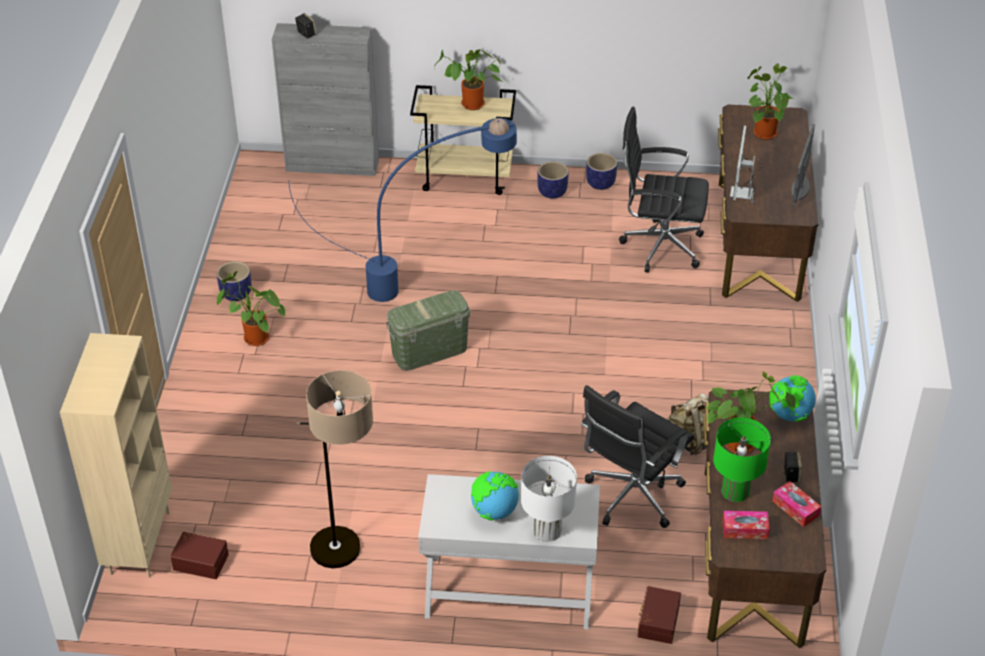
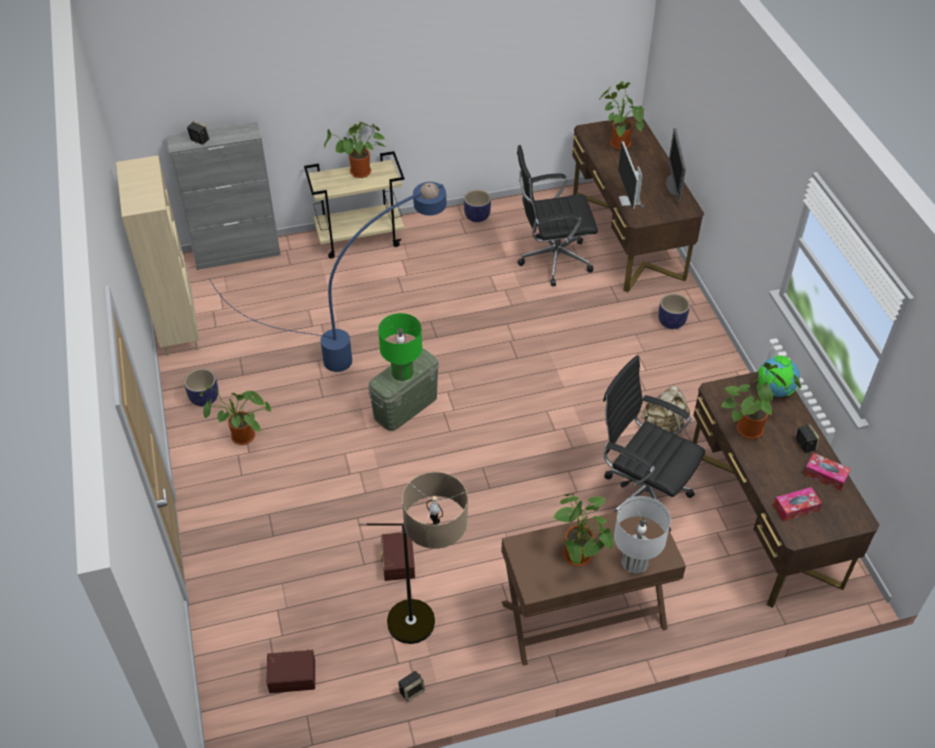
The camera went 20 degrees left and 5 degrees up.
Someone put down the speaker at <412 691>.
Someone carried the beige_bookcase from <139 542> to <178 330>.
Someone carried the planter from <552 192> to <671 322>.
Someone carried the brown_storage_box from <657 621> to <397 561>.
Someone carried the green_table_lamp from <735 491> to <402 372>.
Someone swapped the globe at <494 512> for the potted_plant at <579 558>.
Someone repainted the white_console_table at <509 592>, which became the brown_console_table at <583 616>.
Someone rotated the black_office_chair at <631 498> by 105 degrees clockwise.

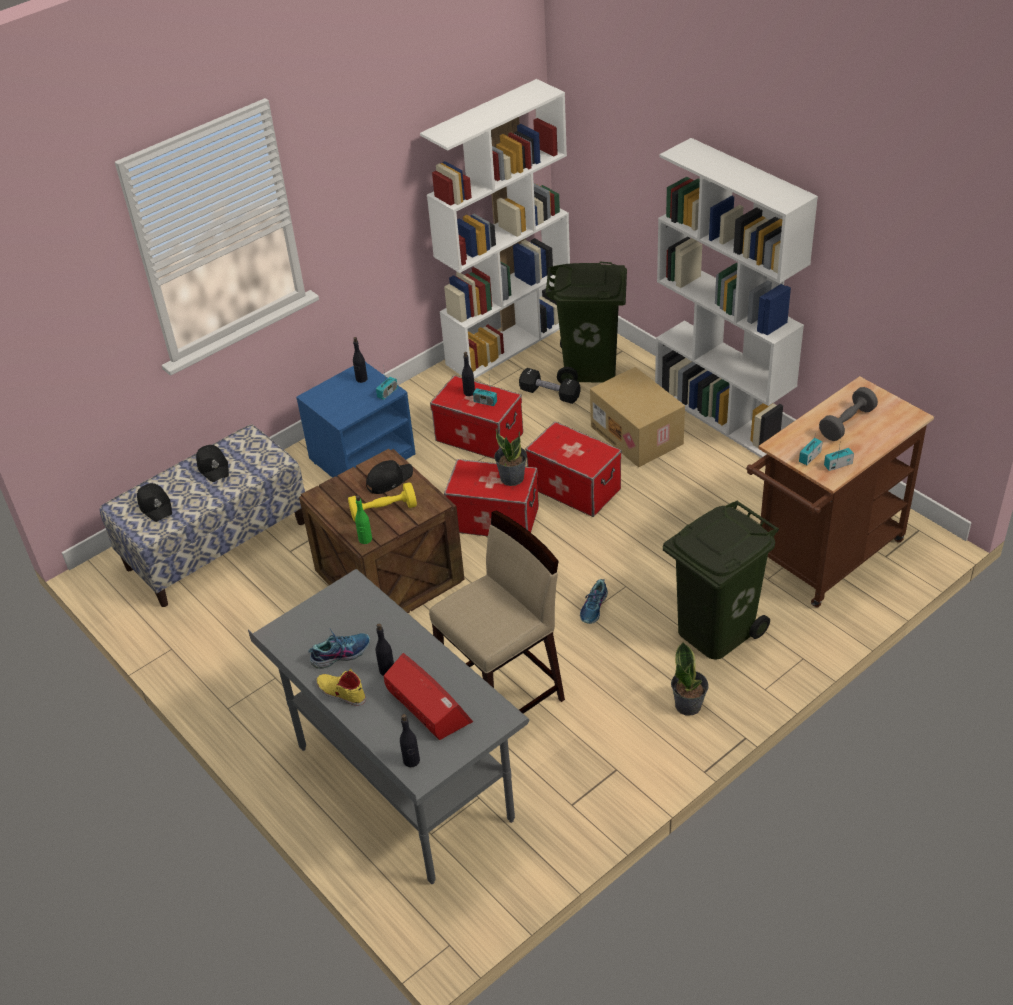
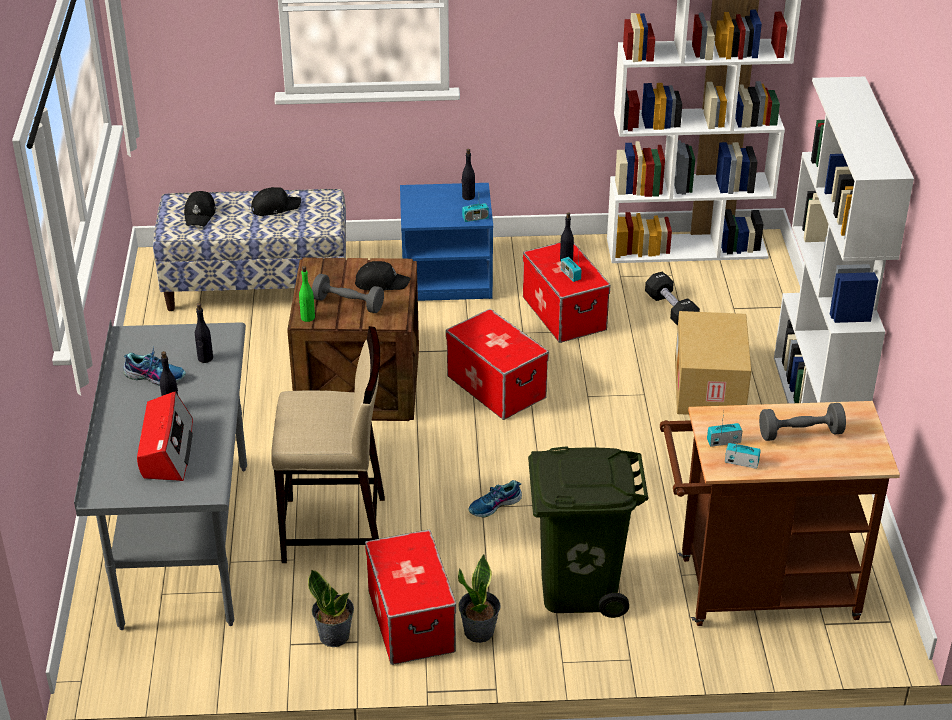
The camera went 35 degrees right and 5 degrees down.
Someone took away the yellow_shoe at <340 692>.
Someone took away the green_trash_can at <590 368>.
Someone carried the black_bottle from <411 761> to <205 358>.
Someone carried the potted_plant from <512 477> to <334 635>.
Someone carried the storage_box from <575 488> to <412 620>.
Someone repainted the yellow_dumbbell at <383 511>, which became the grey_dumbbell at <348 304>.
Someone rotated the black_cap at <213 467> by 120 degrees counterclockwise.

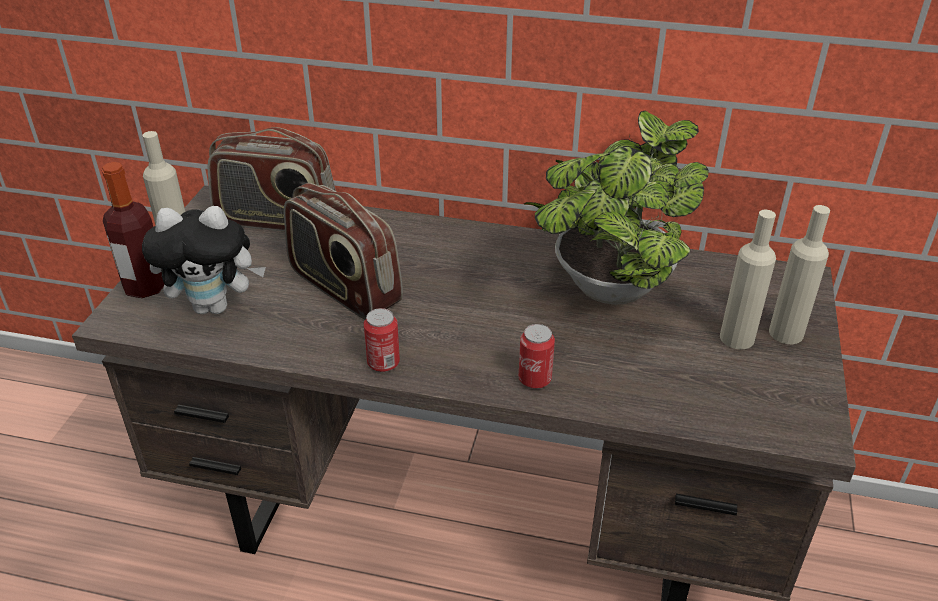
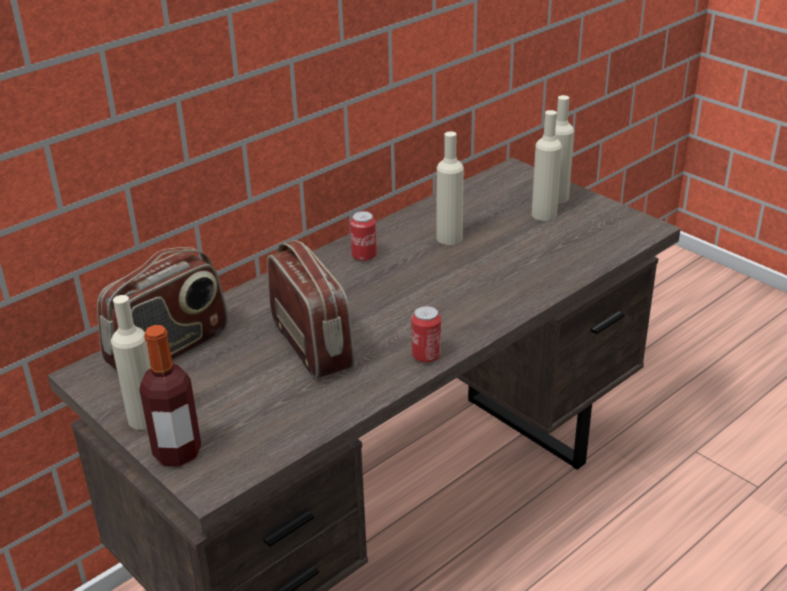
The camera went 55 degrees left and 5 degrees down.
Someone took away the plush_toy at <215 306>.
Someone carried the can from <535 379> to <364 256>.
Someone swapped the potted_plant at <607 292> for the beige_bottle at <449 238>.
Someone rotated the radio at <344 288> by 105 degrees counterclockwise.

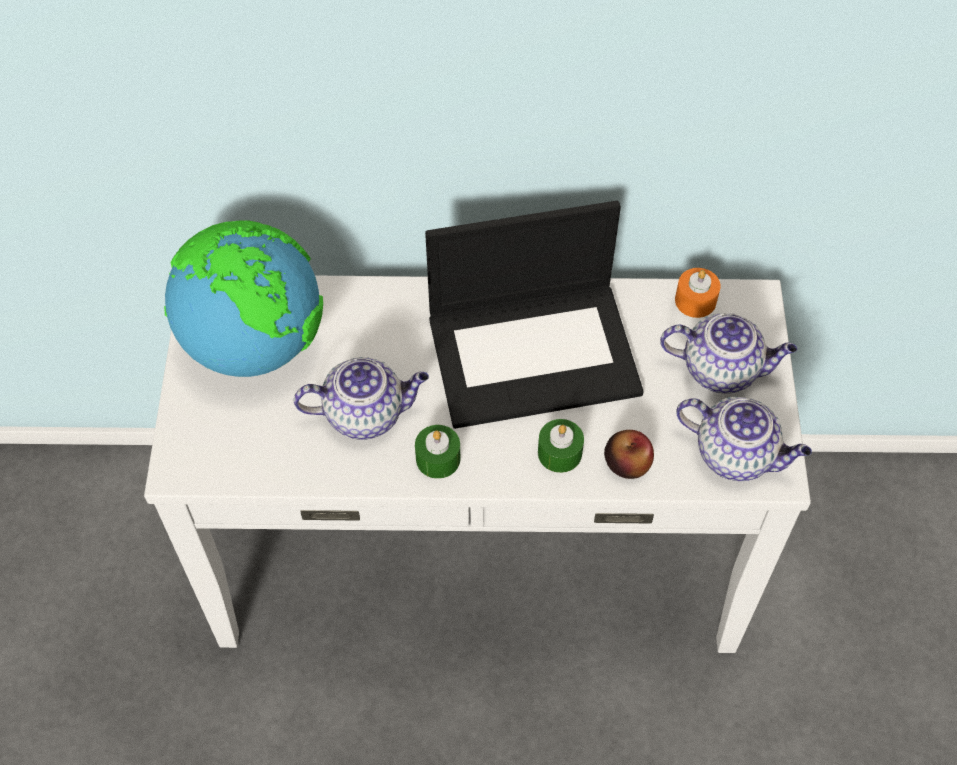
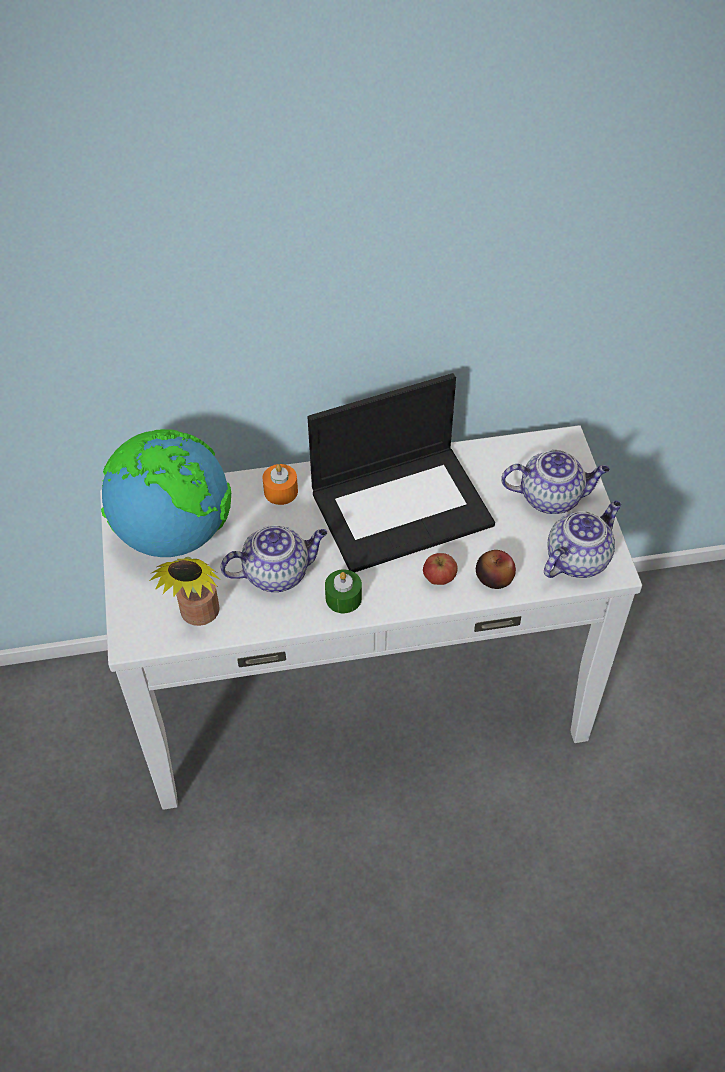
The camera went 10 degrees left and 5 degrees down.
Someone put down the potted_plant at <199 616>.
Someone carried the orange_candle from <695 300> to <281 491>.
Someone swapped the green_candle at <559 453> for the apple at <439 578>.
Someone rotated the teapot at <736 454> by 60 degrees counterclockwise.

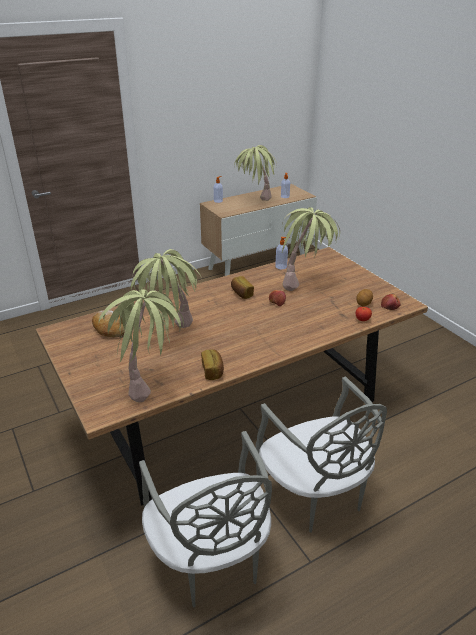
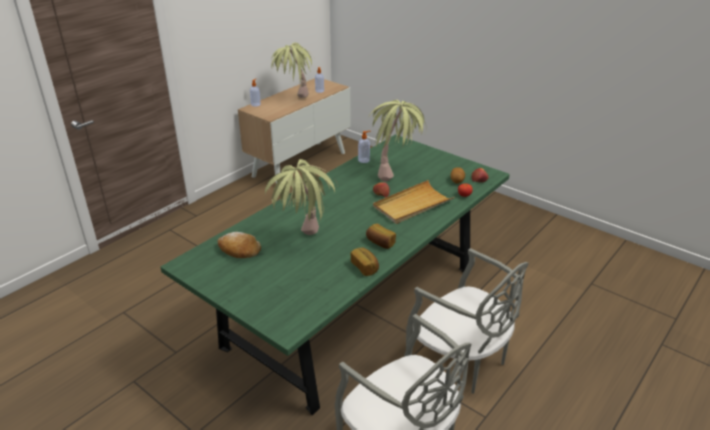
The camera went 20 degrees left and 0 degrees up.
Someone took away the potted_plant at <149 382>.
Someone put down the beige_tray at <412 205>.
Someone carried the bread from <241 293> to <380 243>.
Someone repainted the brown_dining_table at <238 409>, which became the green_dining_table at <355 305>.

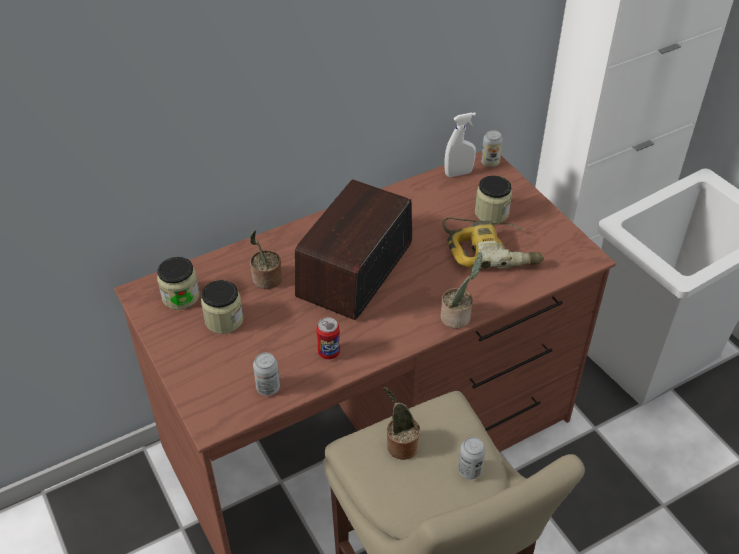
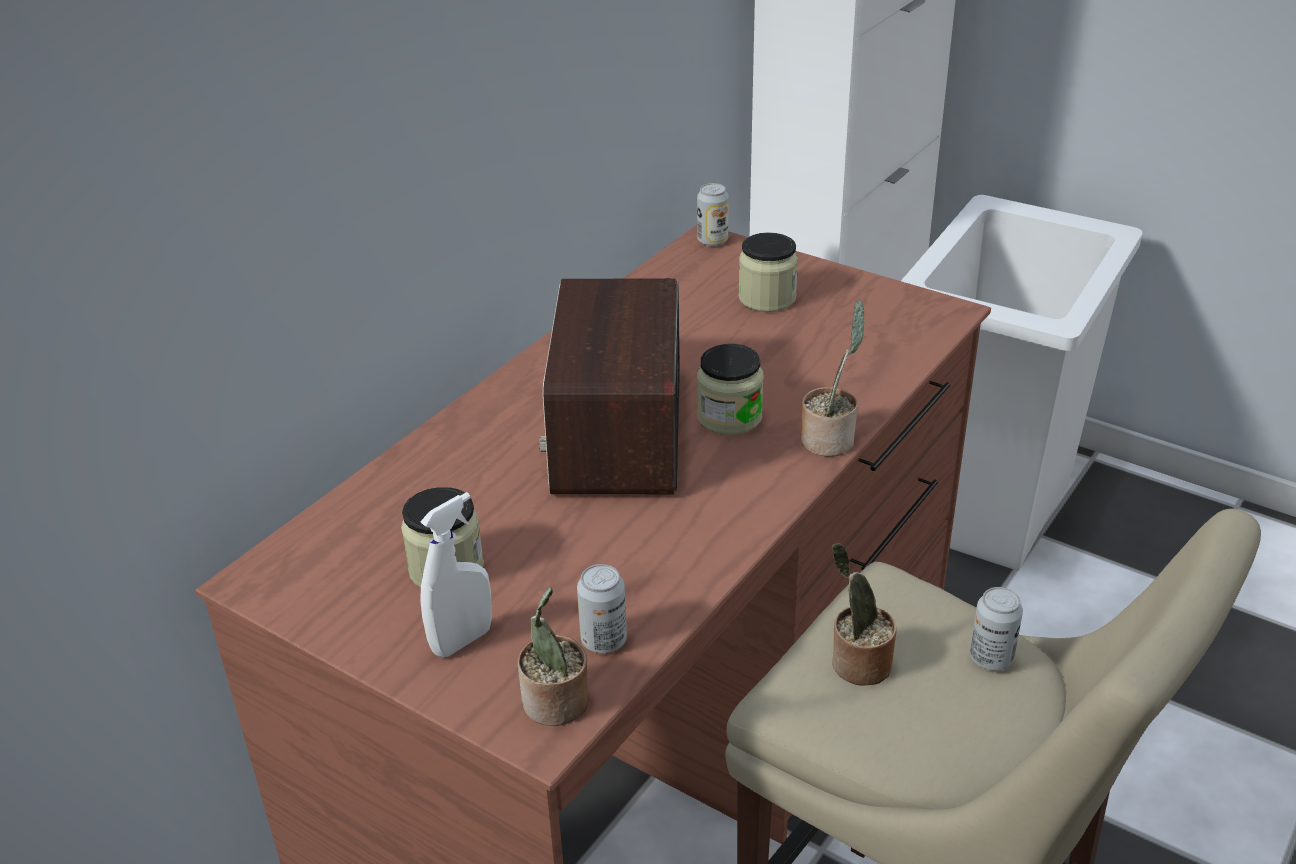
The camera went 25 degrees left and 10 degrees down.
Someone took away the can at <329 352>.
Someone took away the power_drill at <491 250>.
Someone carried the jar from <180 296> to <729 417>.
Someone carried the potted_plant from <266 280> to <556 705>.
Someone carried the white_spray_bottle from <458 173> to <462 641>.

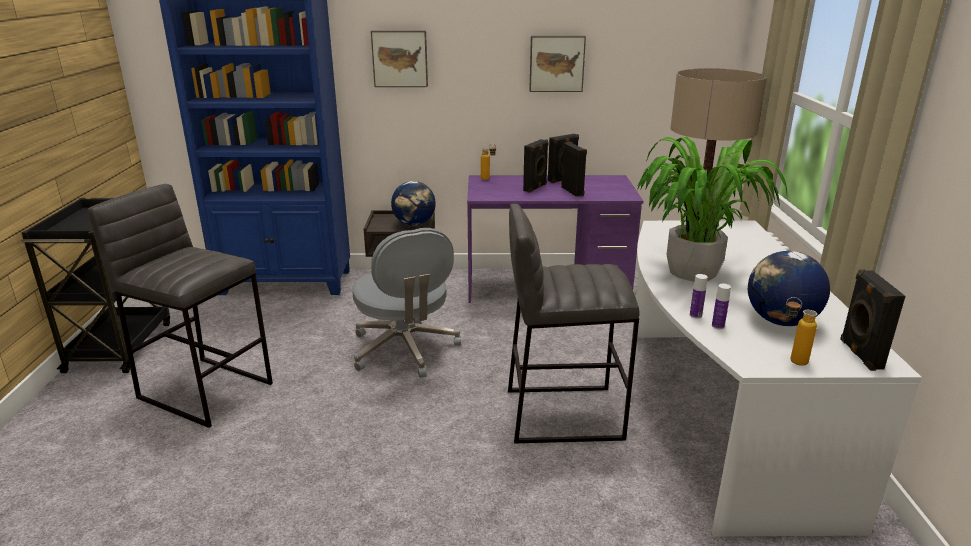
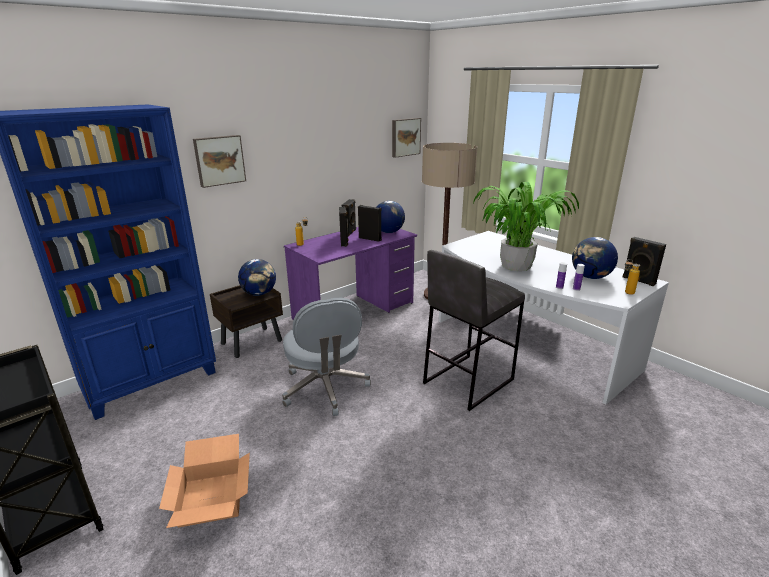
The camera went 40 degrees left and 0 degrees up.
Someone put down the globe at <388 232>.
Someone carried the picture from <556 63> to <405 137>.
Someone swapped the grey_stool at <206 389> for the cardboard_box at <210 497>.
Someone rotated the grey_office_chair at <405 350> by 45 degrees clockwise.

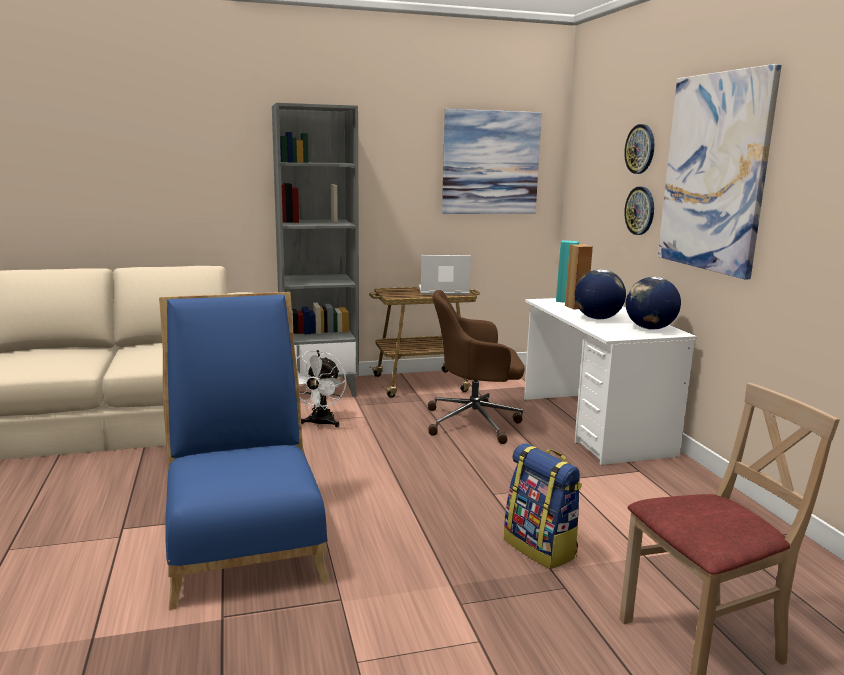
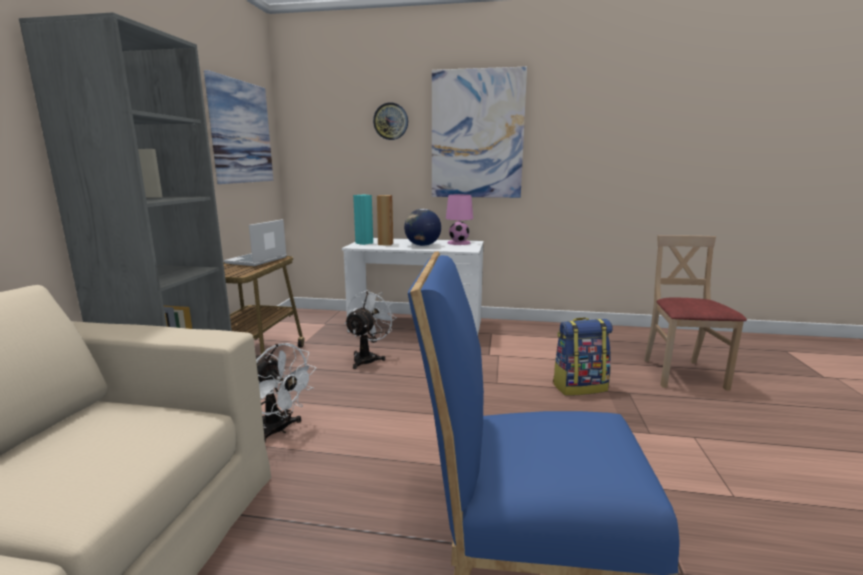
The camera went 65 degrees left and 0 degrees up.
Someone took away the wall_clock at <640 210>.
Someone swapped the brown_office_chair at <475 422> for the white_fan at <368 358>.
Someone swapped the globe at <649 328> for the pink_table_lamp at <459 243>.

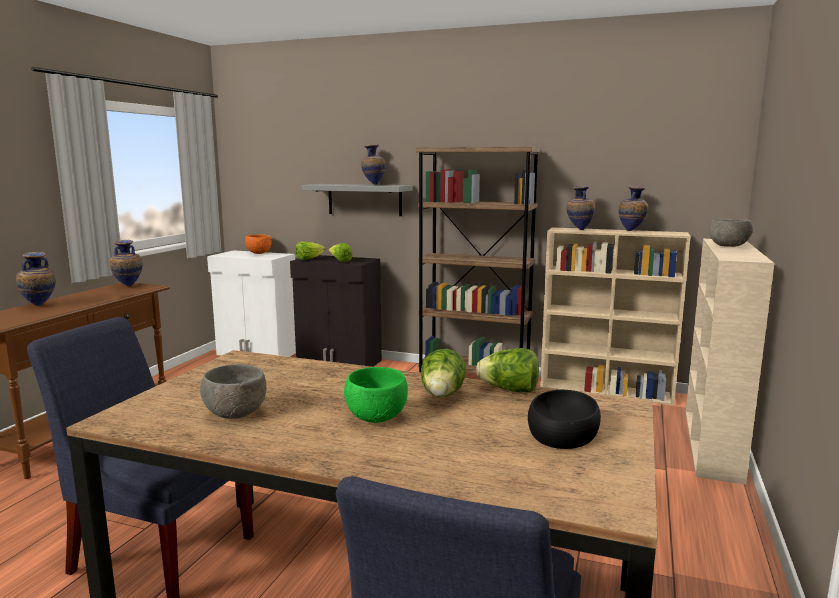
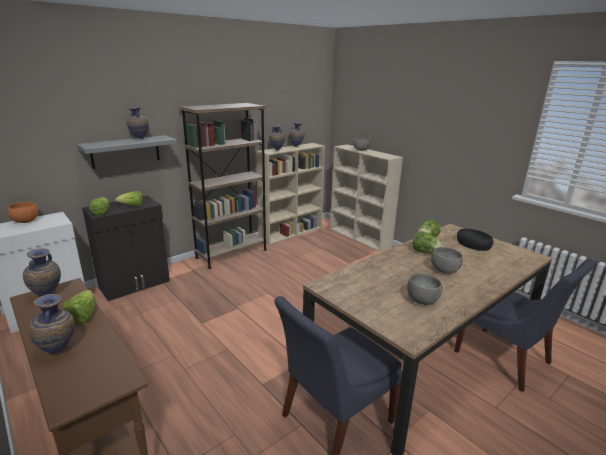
The camera went 60 degrees left and 10 degrees up.
Someone put down the lettuce at <82 316>.
Someone repainted the green_bowl at <375 418>, which became the grey_bowl at <444 271>.

